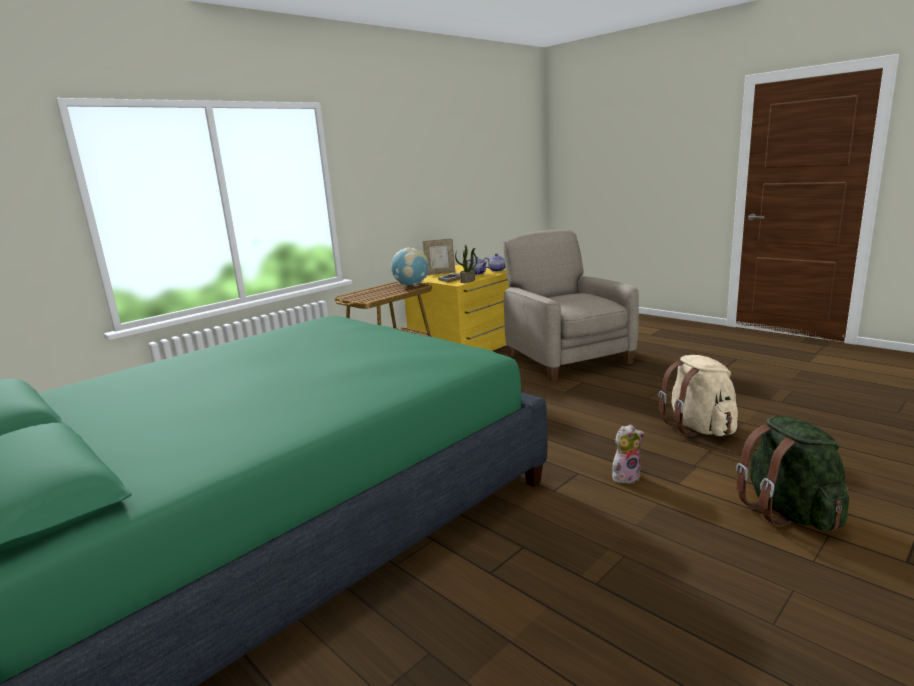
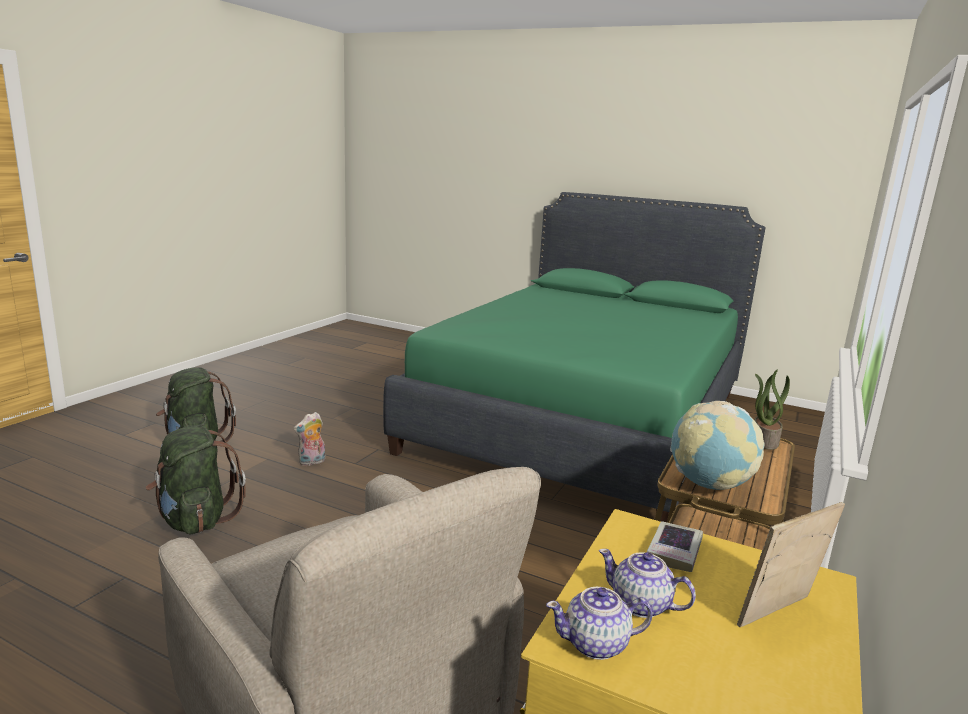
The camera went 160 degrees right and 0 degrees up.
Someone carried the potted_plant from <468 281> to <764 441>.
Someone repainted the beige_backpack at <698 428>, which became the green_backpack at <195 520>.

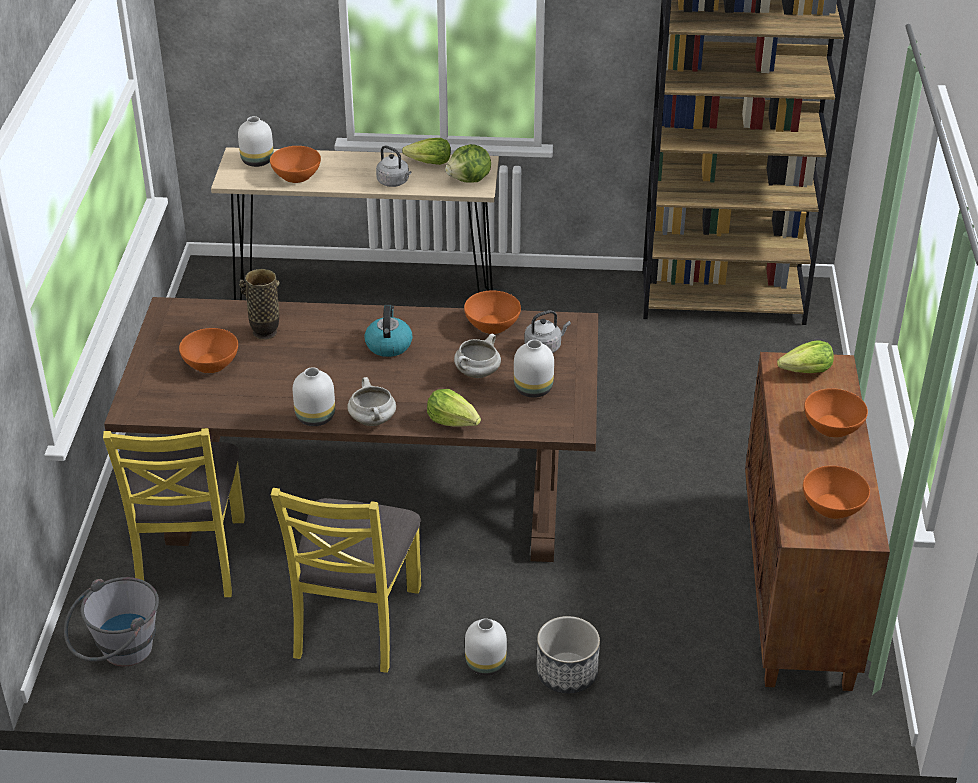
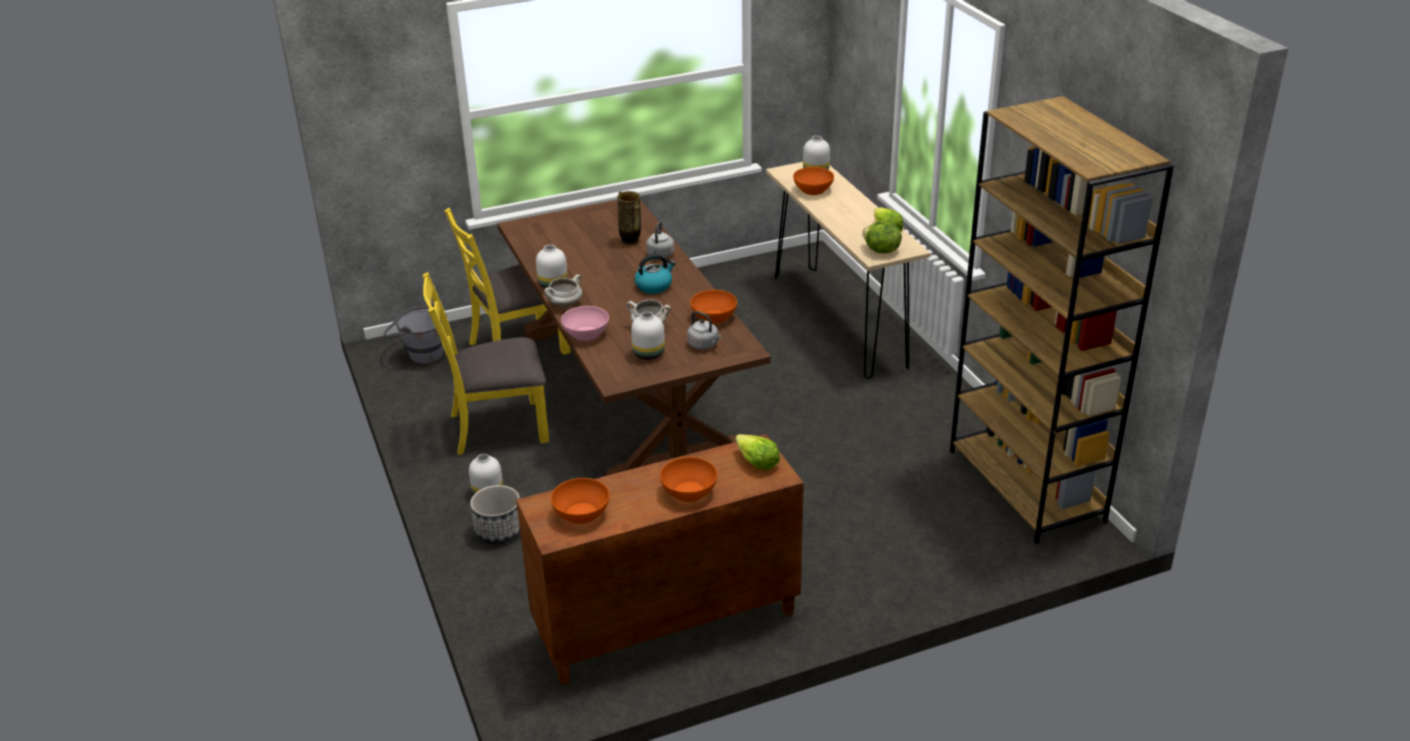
The camera went 65 degrees right and 5 degrees down.
Someone took away the orange_bowl at <211 363>.
Someone carried the grey_kettle from <394 182> to <660 255>.
Someone swapped the lettuce at <453 421> for the pink_bowl at <586 333>.

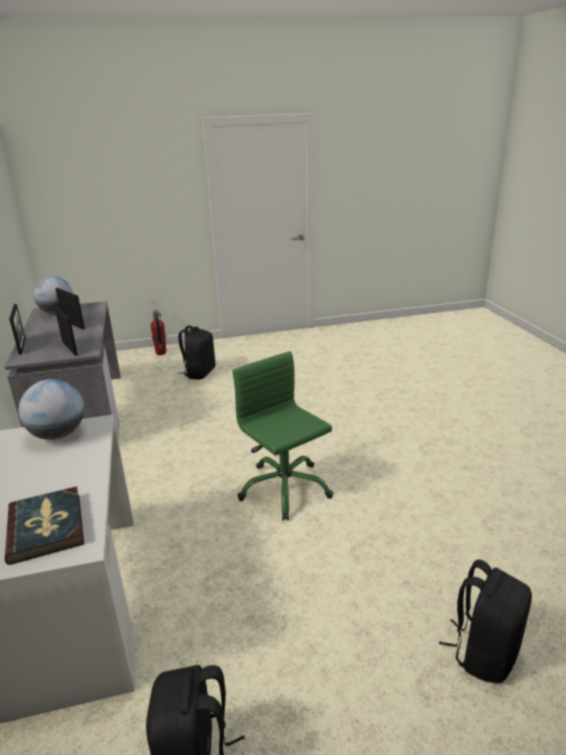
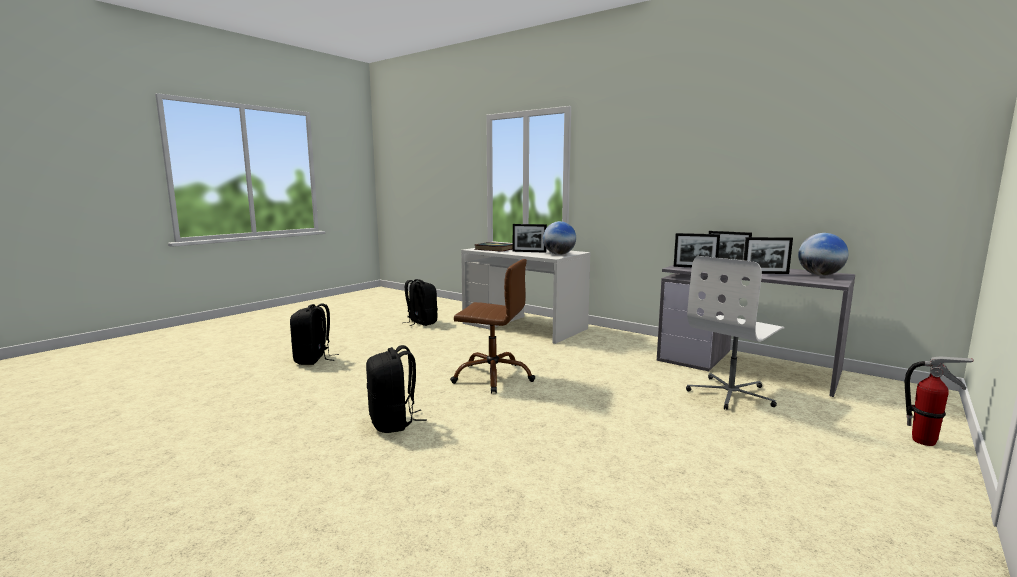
The camera went 140 degrees right and 15 degrees down.
Someone put down the picture_frame at <529 251>.
Someone put down the white_office_chair at <731 394>.
Someone carried the black_backpack from <199 373> to <393 422>.
Someone repainted the green_office_chair at <284 489>, which became the brown_office_chair at <493 377>.

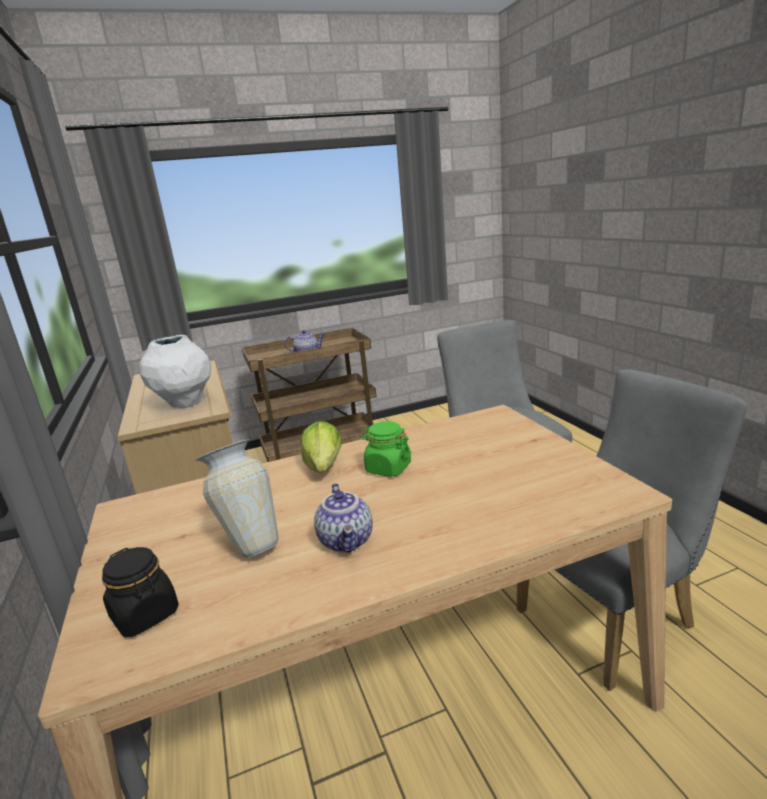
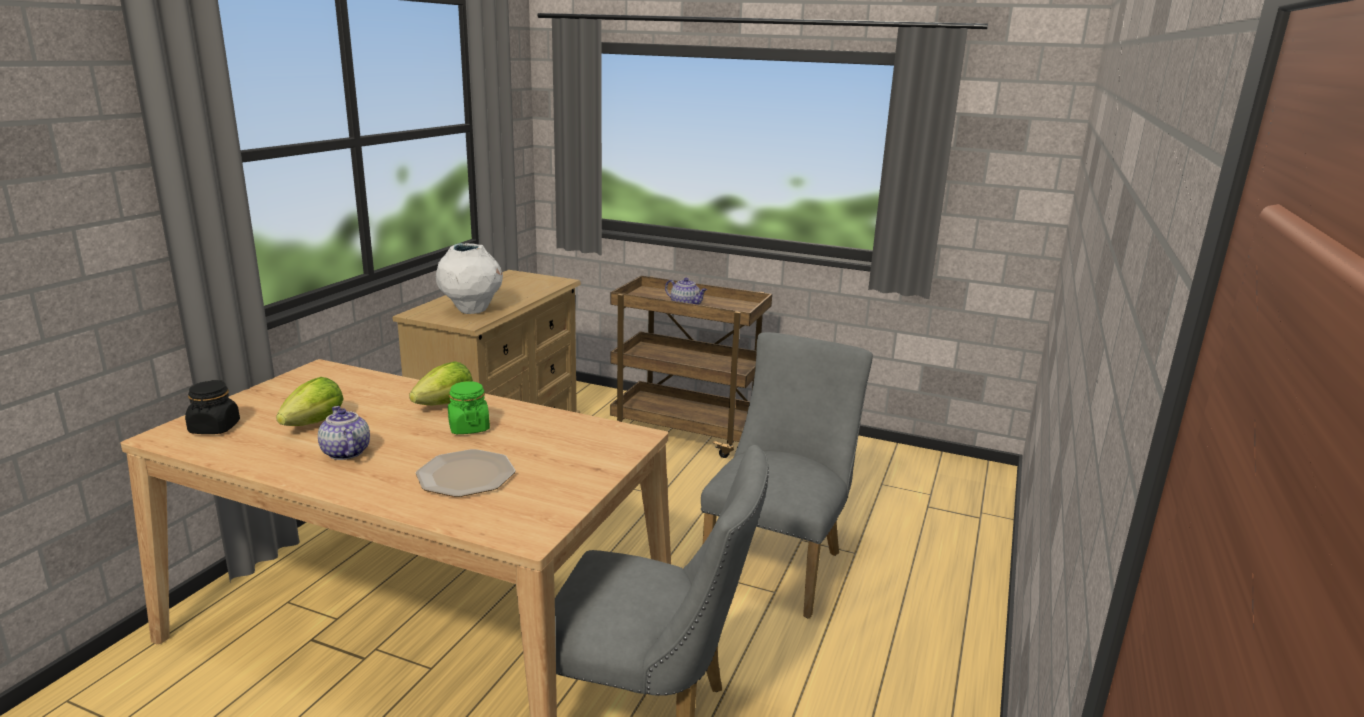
The camera went 40 degrees right and 0 degrees up.
Someone put down the plate at <466 475>.
Someone swapped the vase at <250 542> for the lettuce at <314 423>.
Someone rotated the teapot at <347 541> by 120 degrees clockwise.

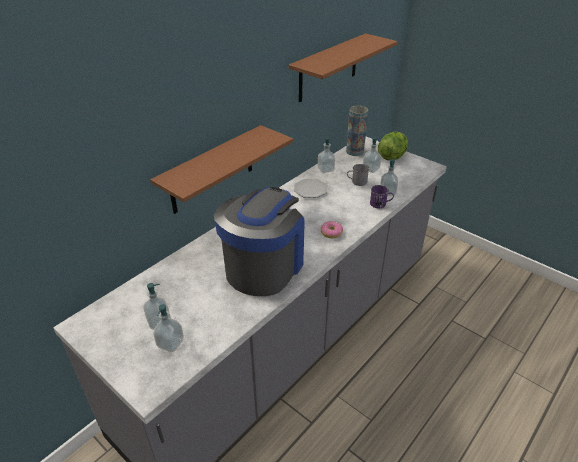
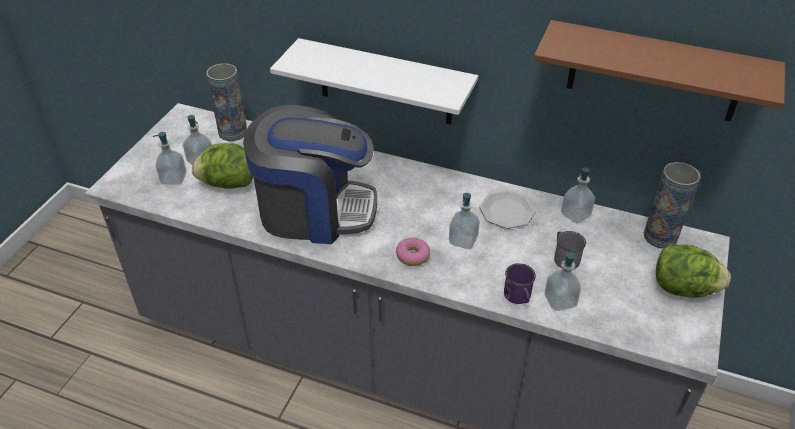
The camera went 70 degrees right and 5 degrees up.
Someone put down the lettuce at <227 184>.
Someone put down the vase at <233 132>.
Someone carried the soap_dispenser from <371 169> to <463 240>.
Someone repainted the brown_shelf at <212 170>, which became the white_shelf at <385 83>.

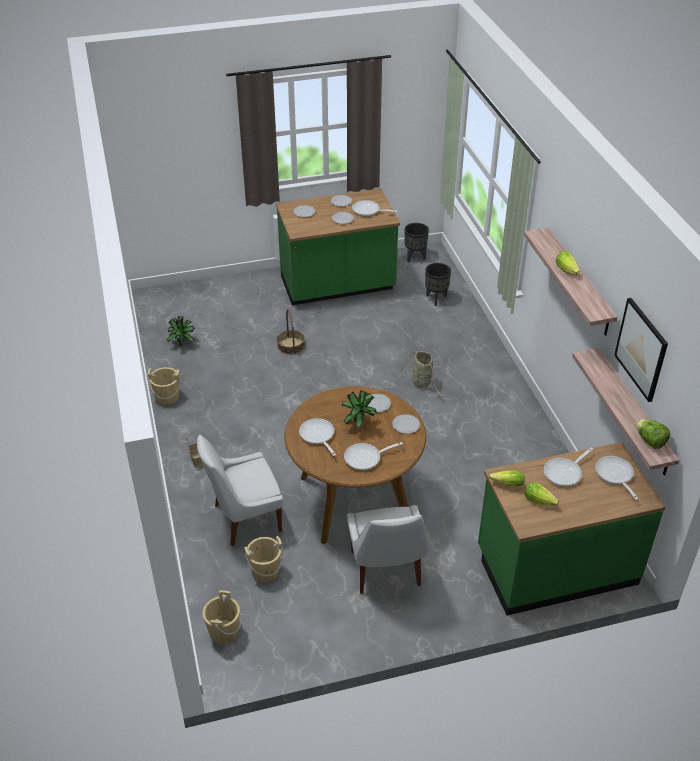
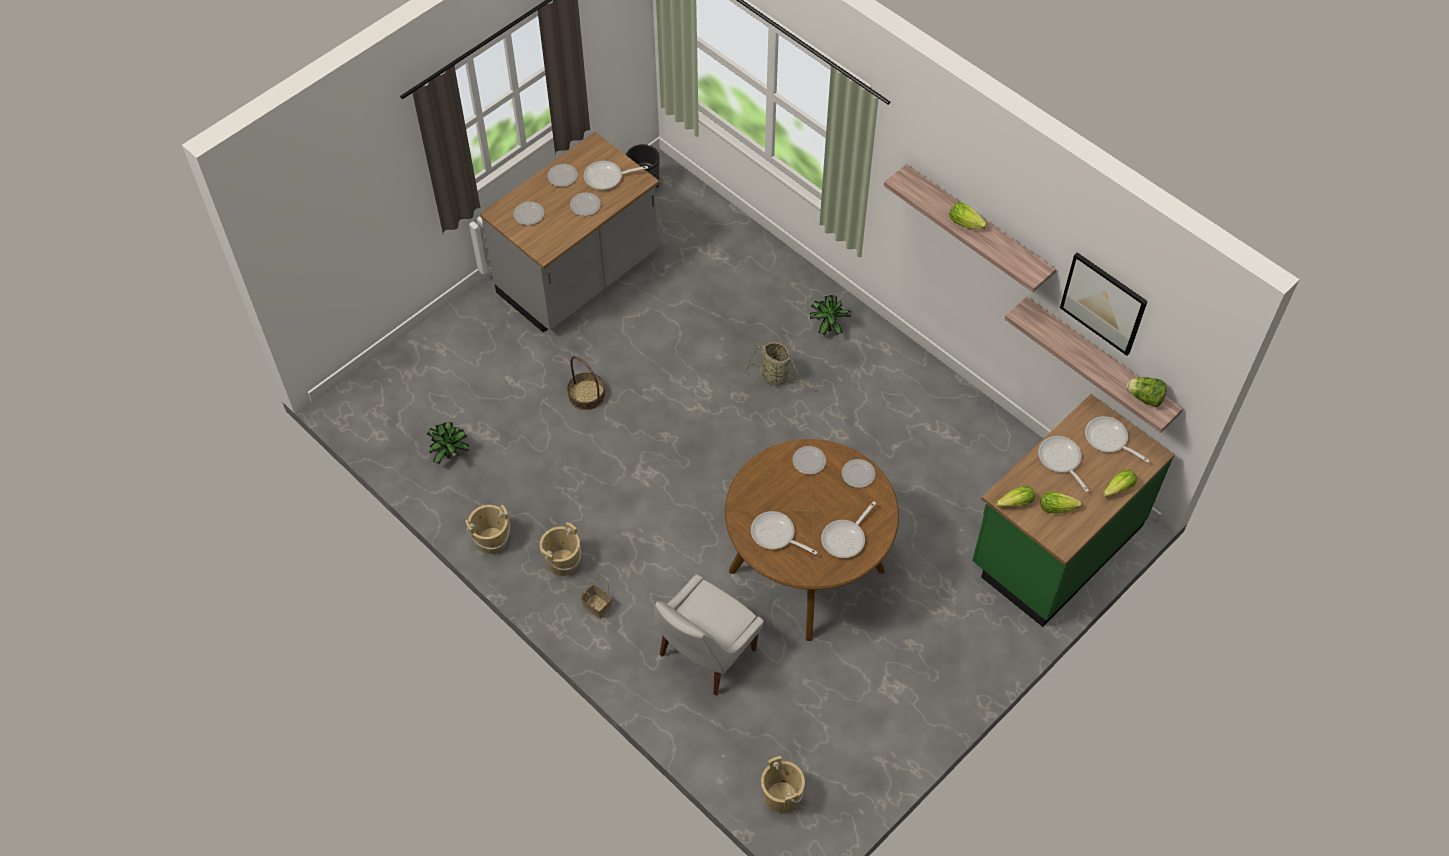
The camera went 30 degrees left and 15 degrees up.
Someone took away the white_chair at <386 570>.
Someone took away the black_planter at <436 299>.
Someone put down the lettuce at <1116 489>.
Someone carried the beige_bucket from <265 571> to <562 562>.
Someone carried the potted_plant from <358 423> to <827 328>.
Someone repainted the green_counter at <337 286>, which became the grey_counter at <579 276>.
Someone rotated the frying_pan at <565 473> by 135 degrees clockwise.

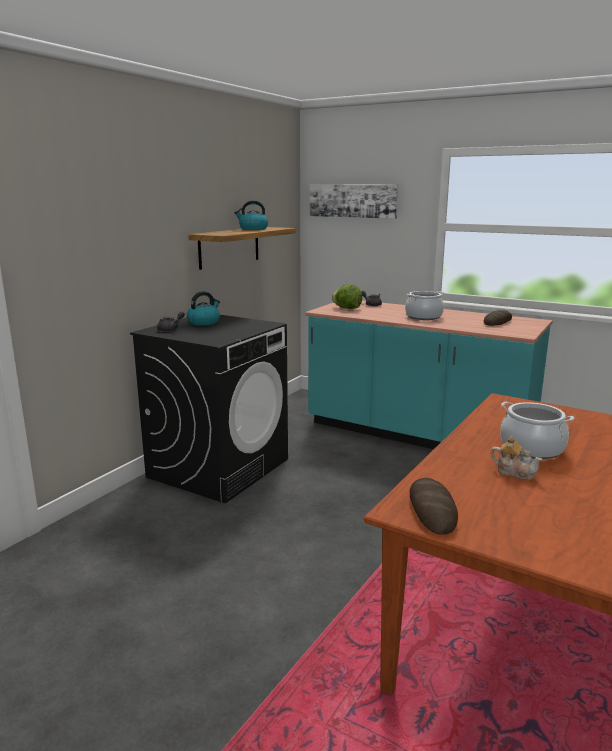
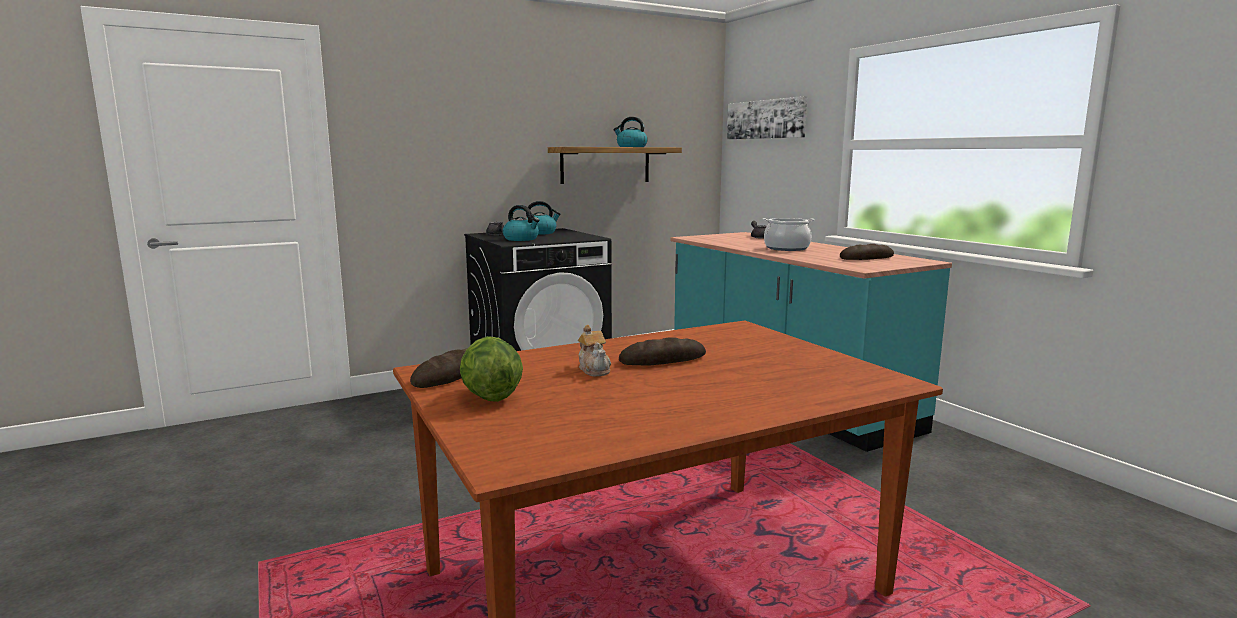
The camera went 30 degrees right and 5 degrees down.
Someone put down the kettle at <521 239>.
Someone carried the lettuce from <347 308> to <490 396>.
Someone swapped the cooking_pot at <531 448> for the bread at <662 359>.

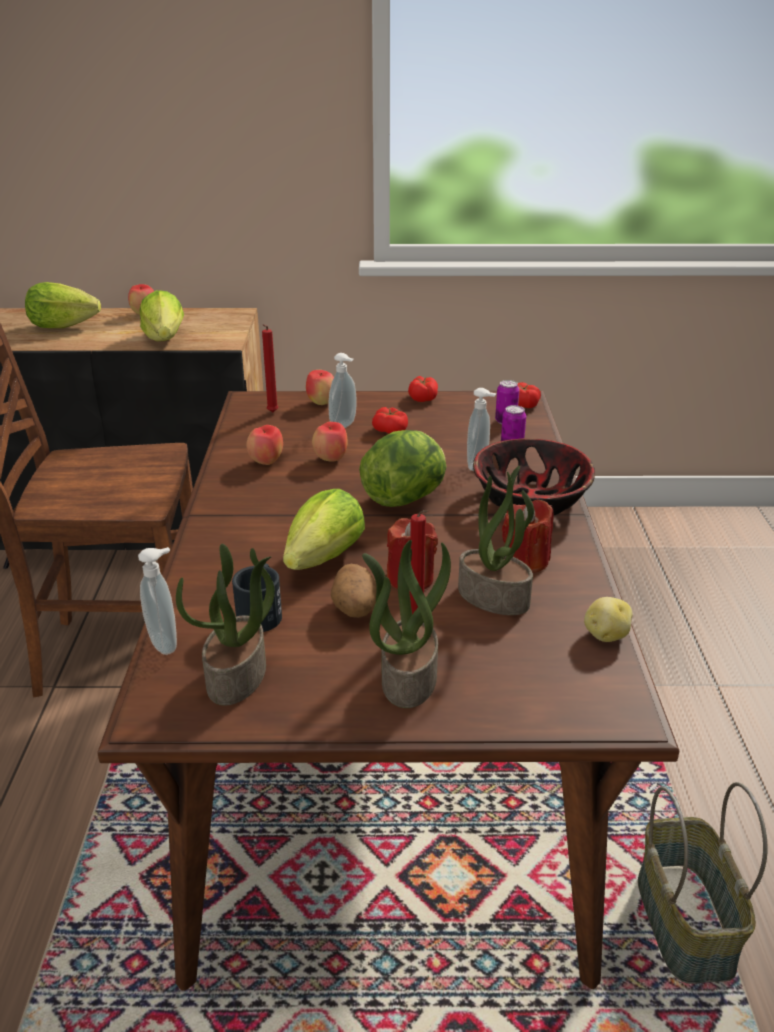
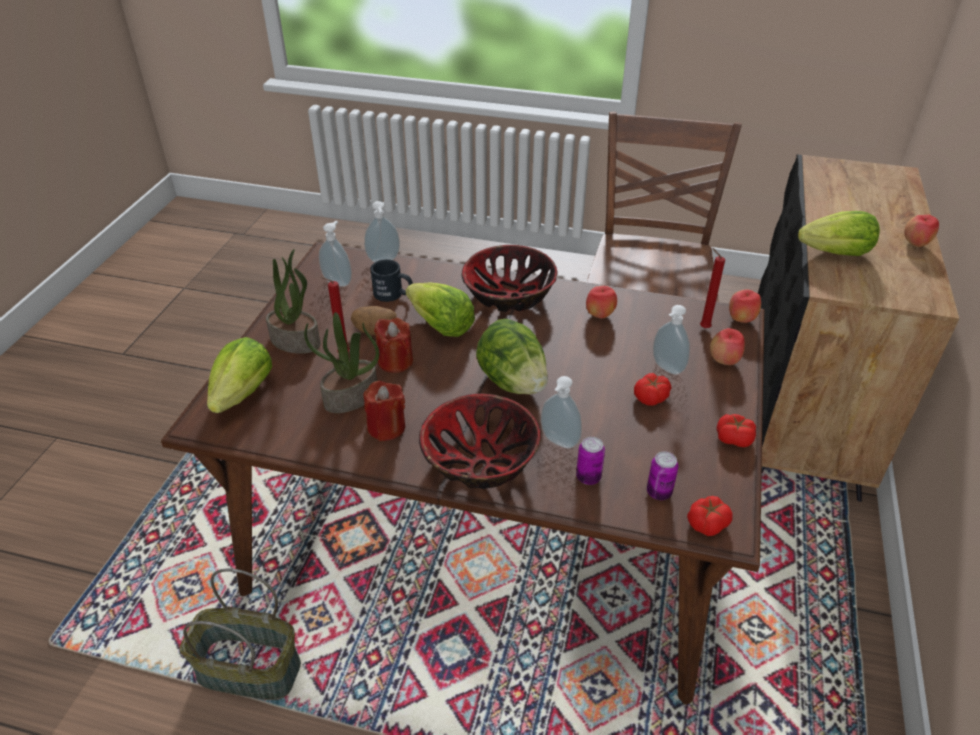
The camera went 105 degrees right and 10 degrees up.
Someone took away the potato at <605 635>.
Someone put down the bowl at <508 295>.
Someone carried the lettuce from <63 326> to <244 393>.
Someone carried the apple from <331 459> to <741 319>.
Someone swapped the potted_plant at <237 677> for the soap_dispenser at <338 281>.

